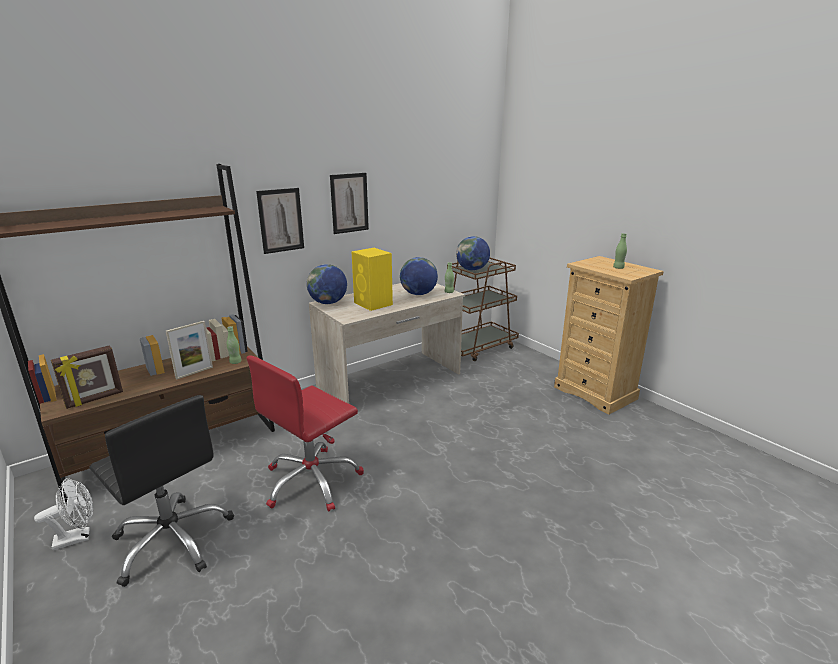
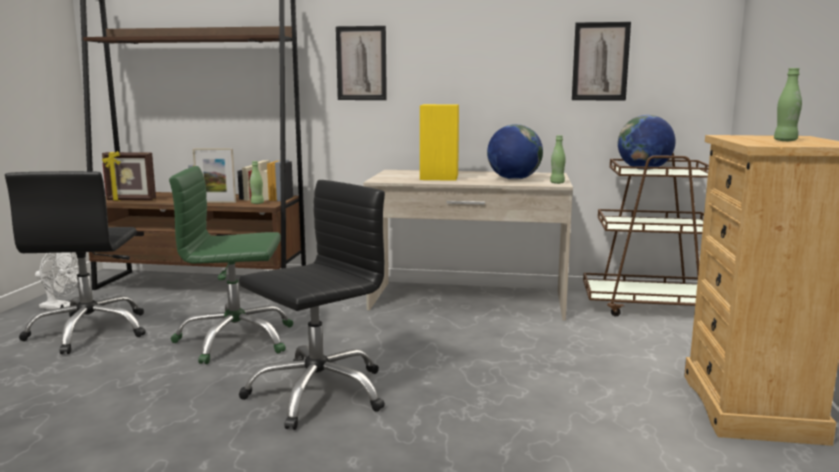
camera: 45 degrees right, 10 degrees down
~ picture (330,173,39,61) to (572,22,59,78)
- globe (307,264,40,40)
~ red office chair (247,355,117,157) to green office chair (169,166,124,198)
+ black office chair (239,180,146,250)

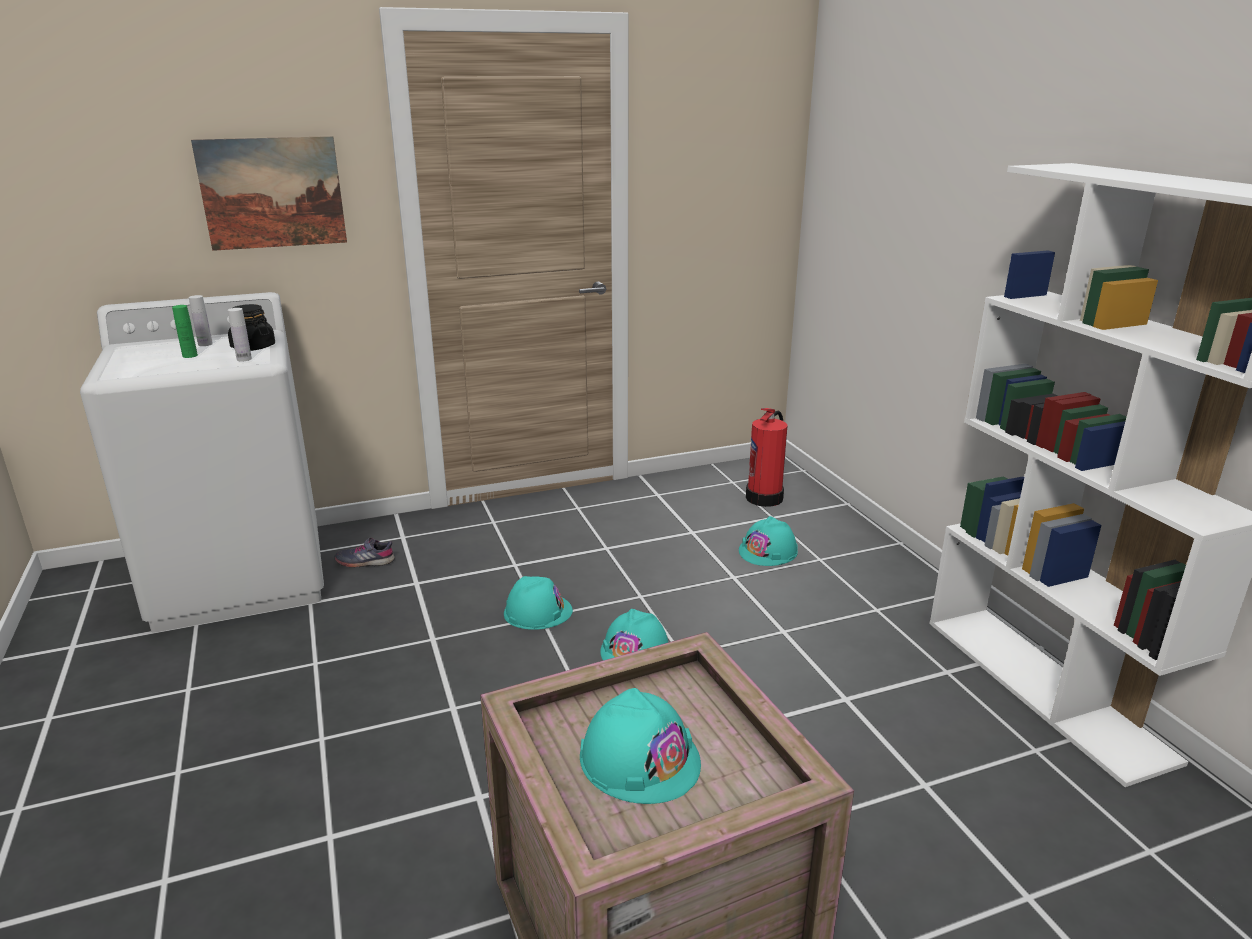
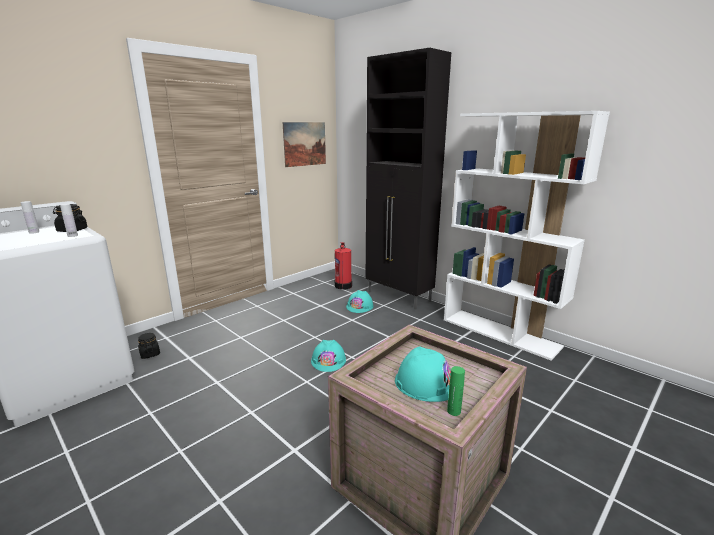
camera: 25 degrees left, 5 degrees down
~ picture (191,136,156,115) to (283,122,43,45)
~ green bottle (172,305,26,53) to (447,366,18,50)
~ grey shoe (334,537,61,30) to black jar (138,333,22,26)
- turquoise hard hat (504,576,69,54)
+ black cabinet (366,48,85,262)

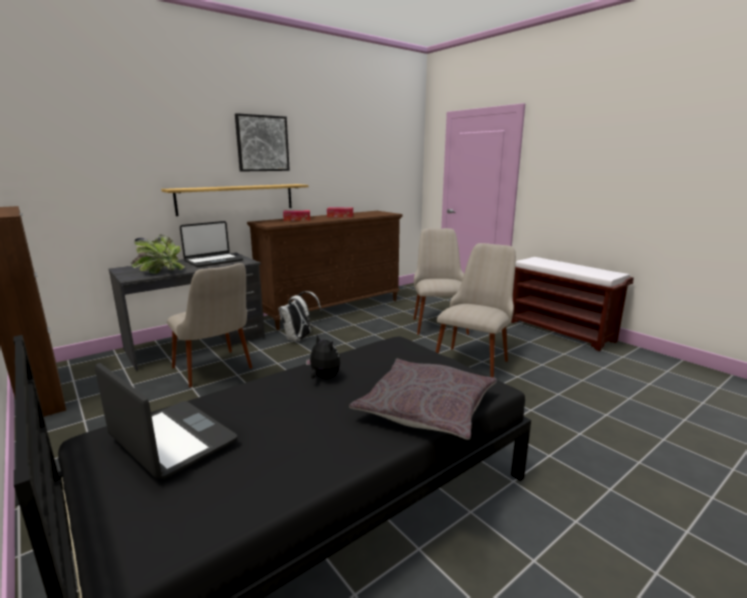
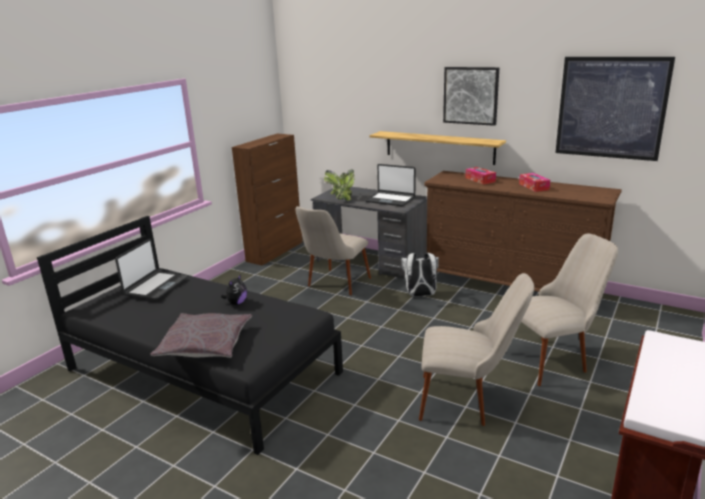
camera: 70 degrees right, 5 degrees up
+ picture (555,57,120,104)

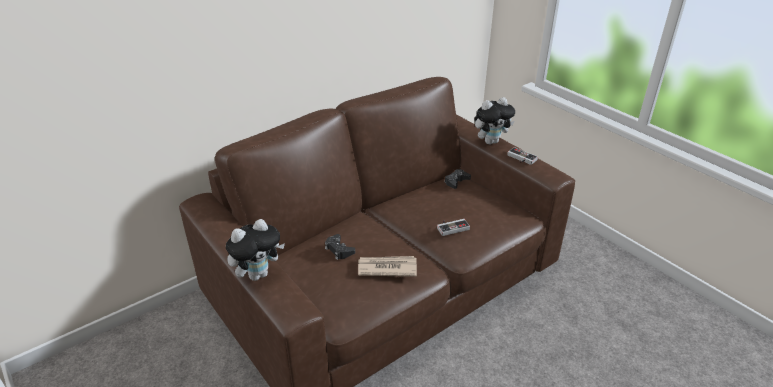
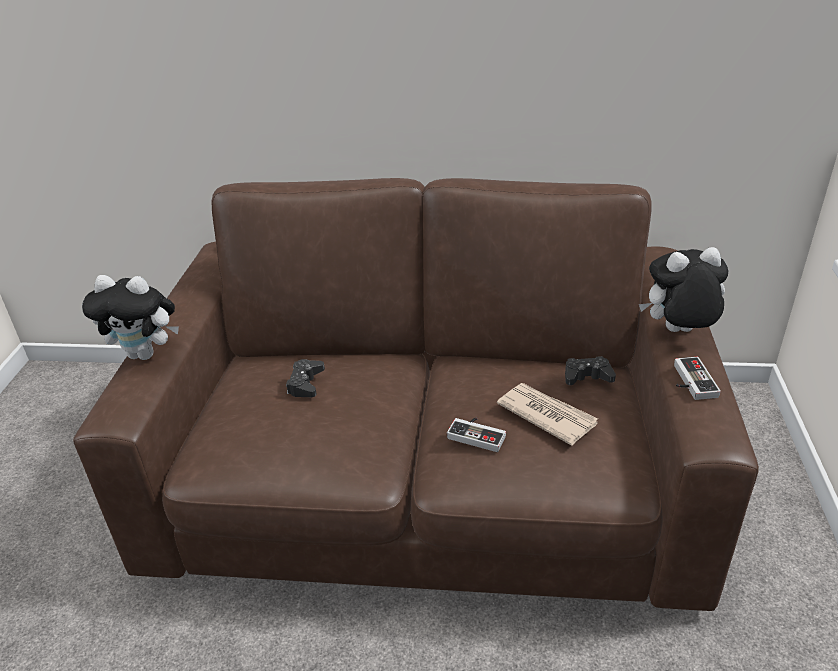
camera: 45 degrees right, 0 degrees up
~ plush toy (474,97,41,48) = (639,247,90,85) 150 degrees clockwise
~ newspaper (358,256,59,21) to (497,383,101,63)

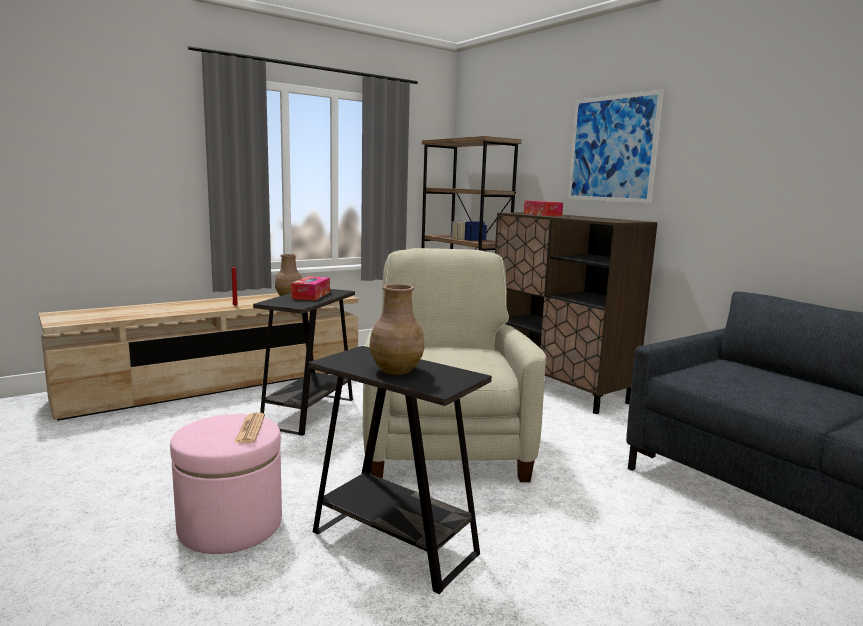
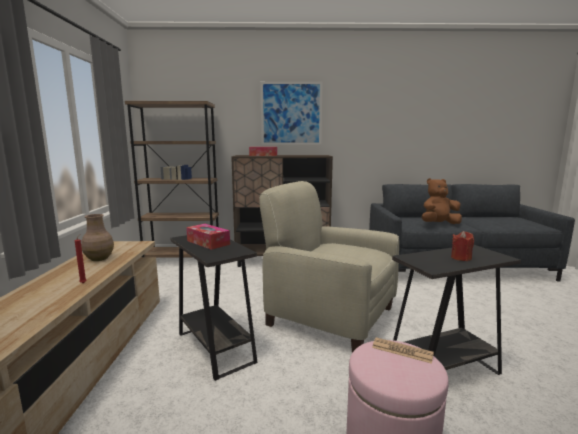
camera: 55 degrees left, 0 degrees up
~ brown vase (369,284,55,91) to red candle (451,231,23,30)
+ brown plush toy (422,178,40,46)

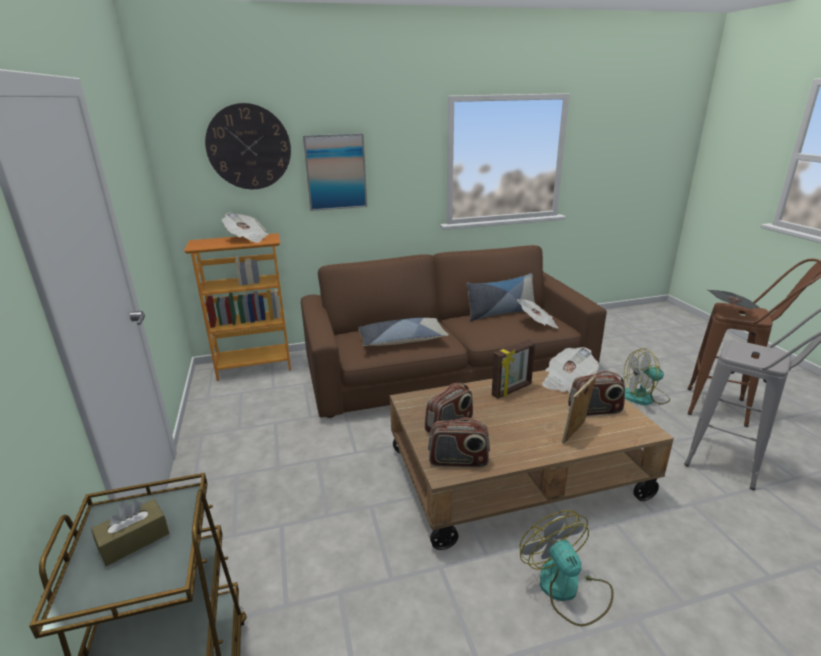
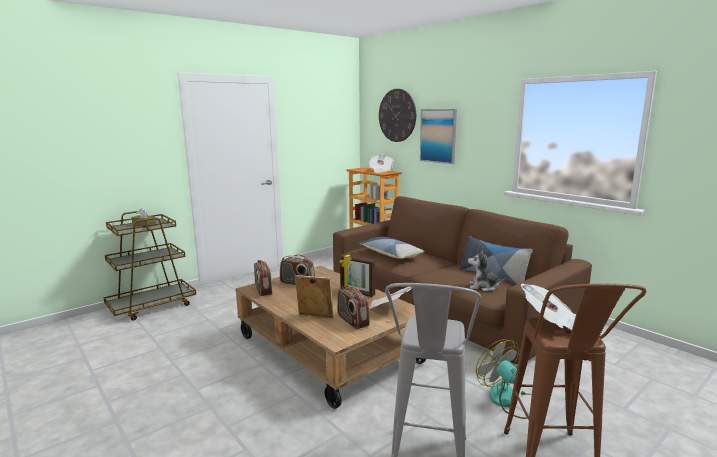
camera: 65 degrees right, 10 degrees down
~ newspaper (517,299,41,29) to plush toy (468,251,38,40)
- fan (520,510,94,117)

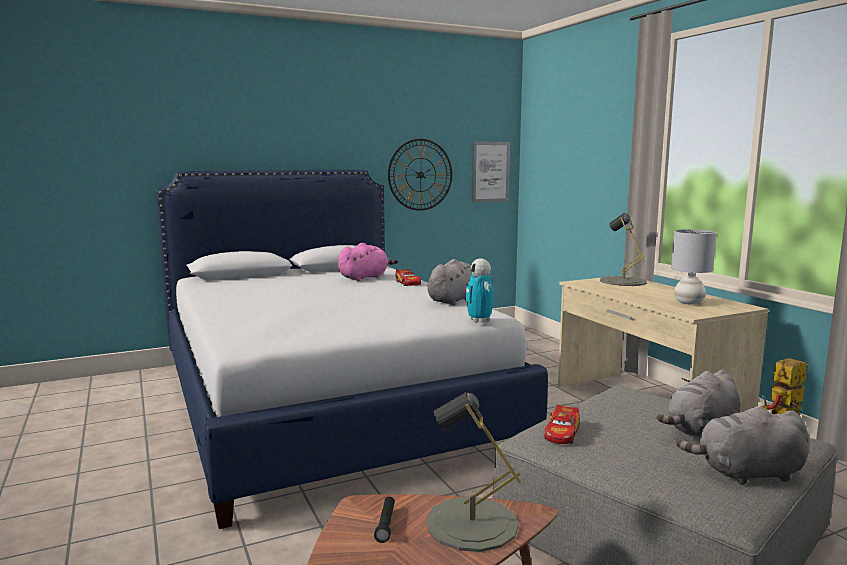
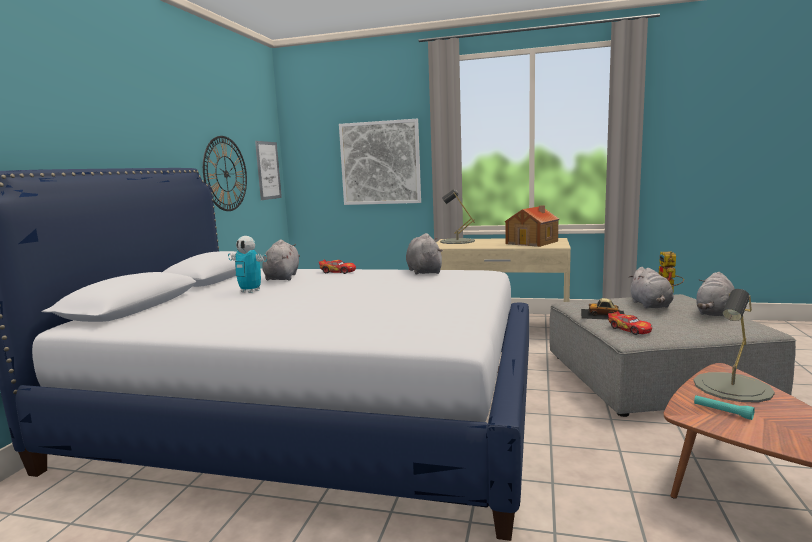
camera: 50 degrees left, 0 degrees up
~ grey table lamp (671,229,46,76) to toy house (505,205,54,42)
~ pink plush toy (338,243,60,38) to grey plush toy (262,239,38,42)
~ toy robot (465,258,28,65) to (228,236,39,57)
~ black flashlight (374,497,21,46) to turquoise flashlight (694,395,61,25)
+ picture (339,119,82,86)
+ toy car (581,298,43,22)

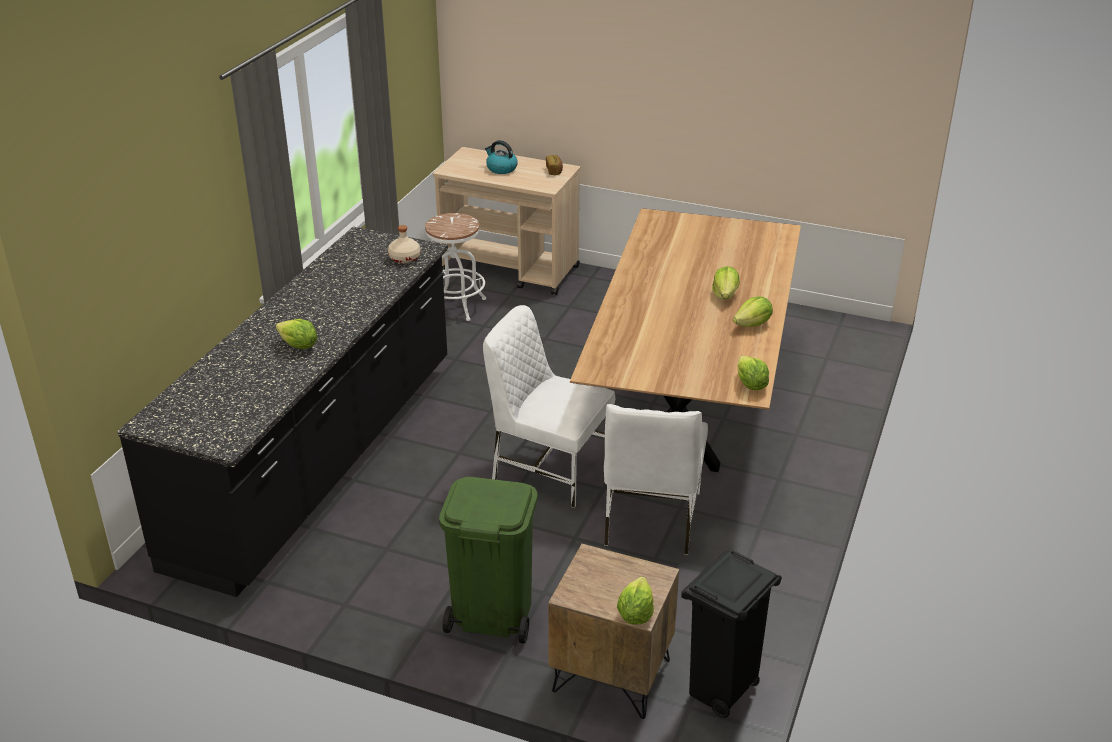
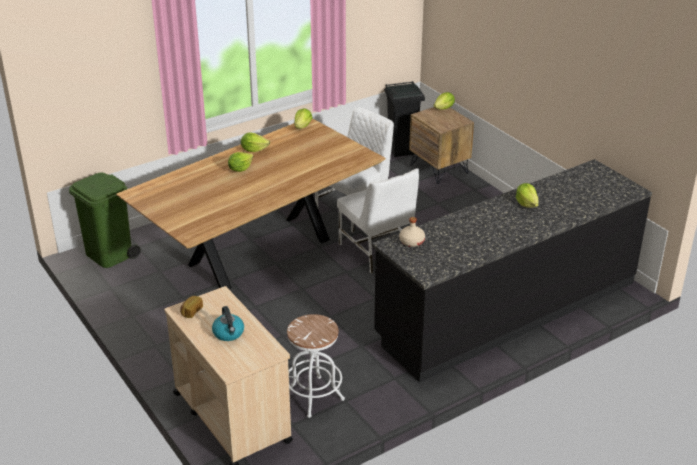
camera: 145 degrees left, 0 degrees up
~ green trash can (439,477,98,166) to (69,172,72,96)

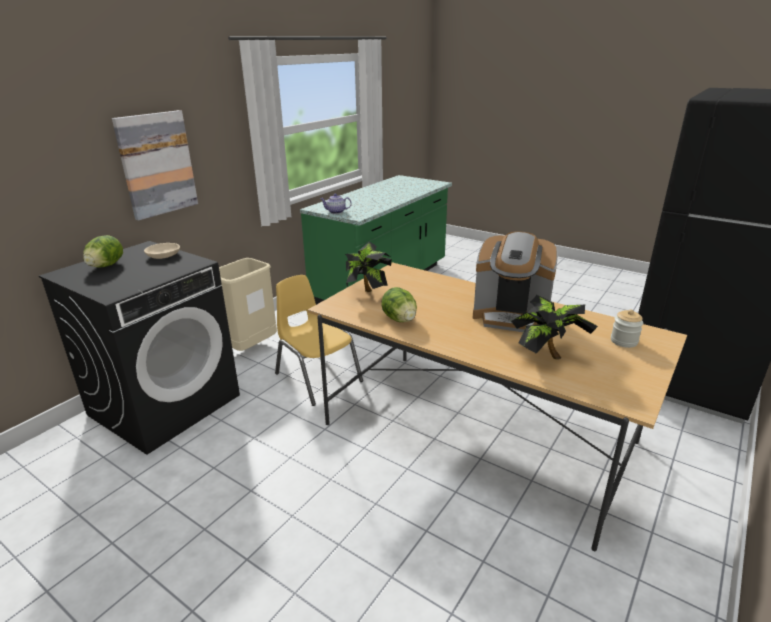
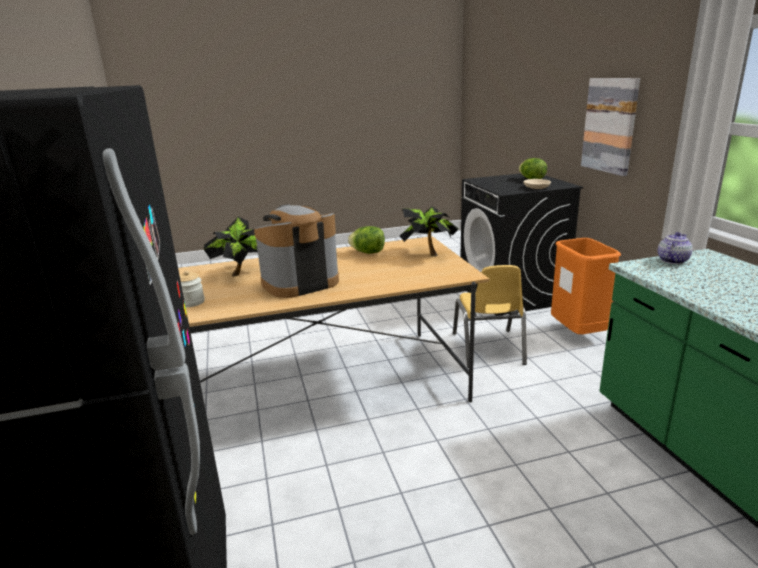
camera: 130 degrees right, 5 degrees down
~ beige trash can (219,258,58,93) to orange trash can (551,238,70,96)
~ yellow chair (275,275,88,131) = (453,265,74,103) 90 degrees clockwise

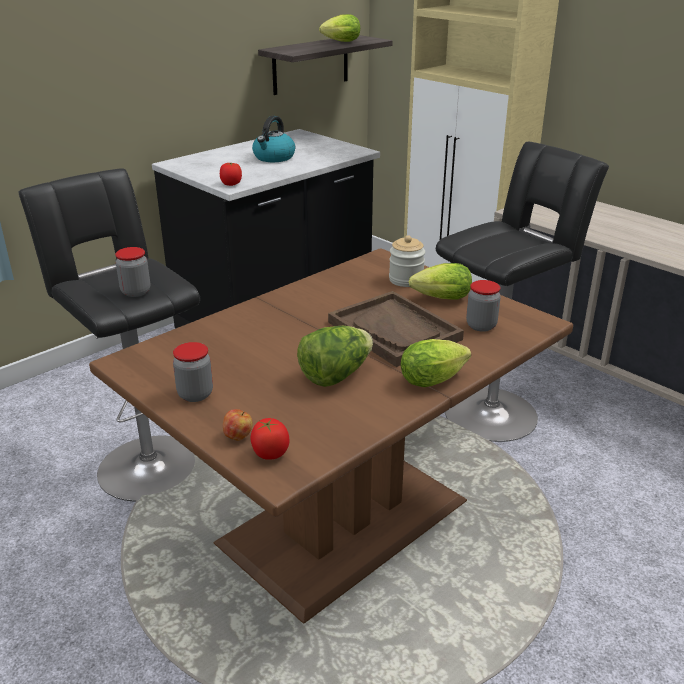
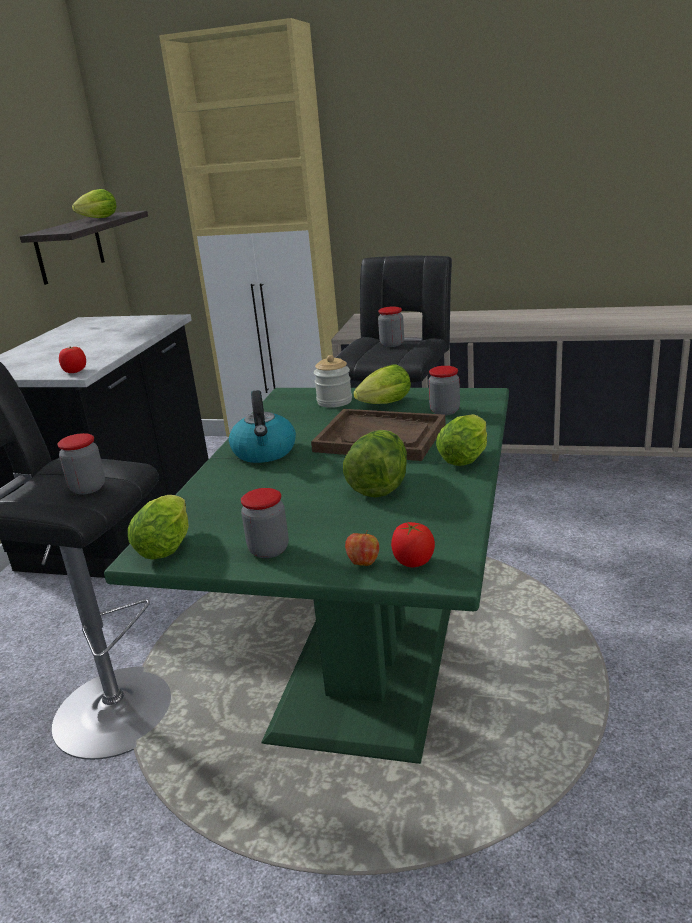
camera: 30 degrees left, 5 degrees down
~ kettle (252,116,43,46) to (229,390,67,73)
~ brown dining table (89,248,484,376) to green dining table (104,388,405,376)
+ jar (378,306,26,41)
+ lettuce (128,495,61,65)

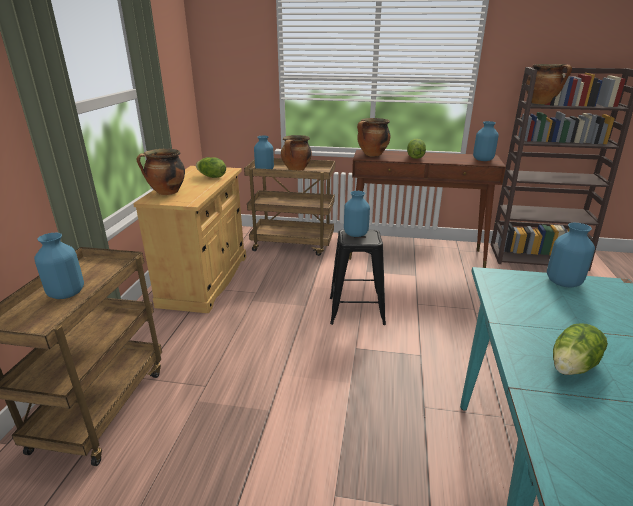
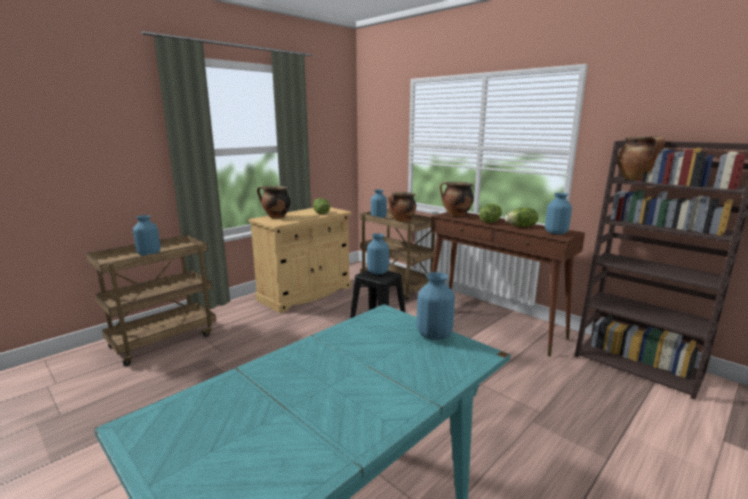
camera: 35 degrees right, 10 degrees down
~ lettuce (553,324,55,51) to (505,208,34,19)

